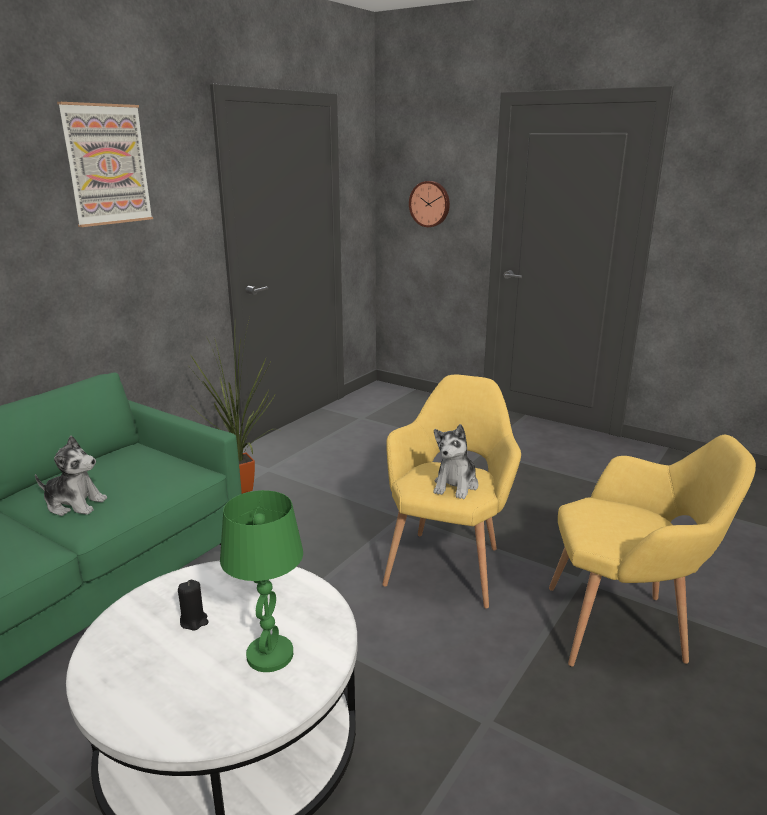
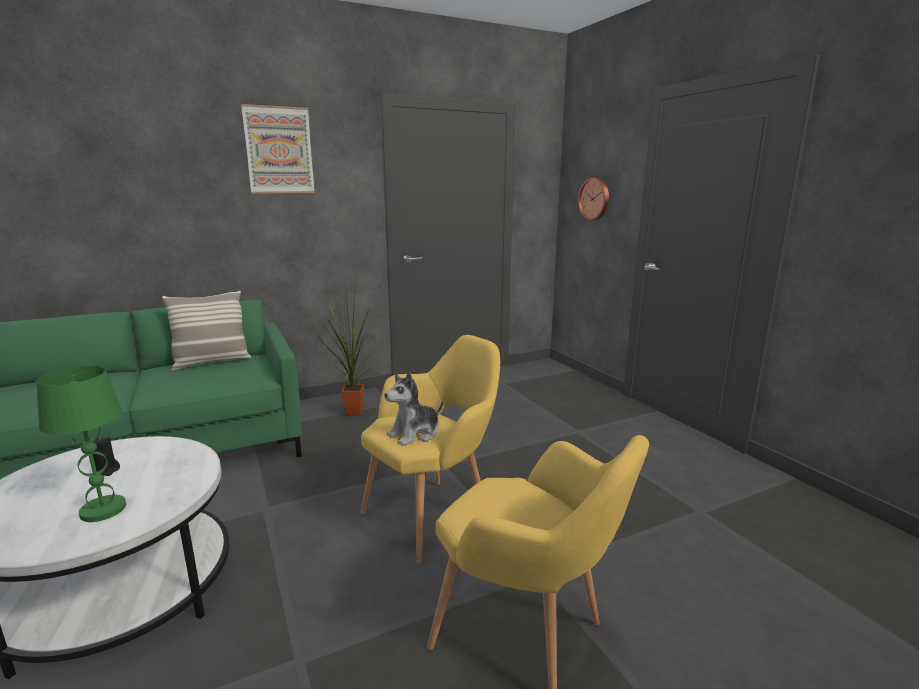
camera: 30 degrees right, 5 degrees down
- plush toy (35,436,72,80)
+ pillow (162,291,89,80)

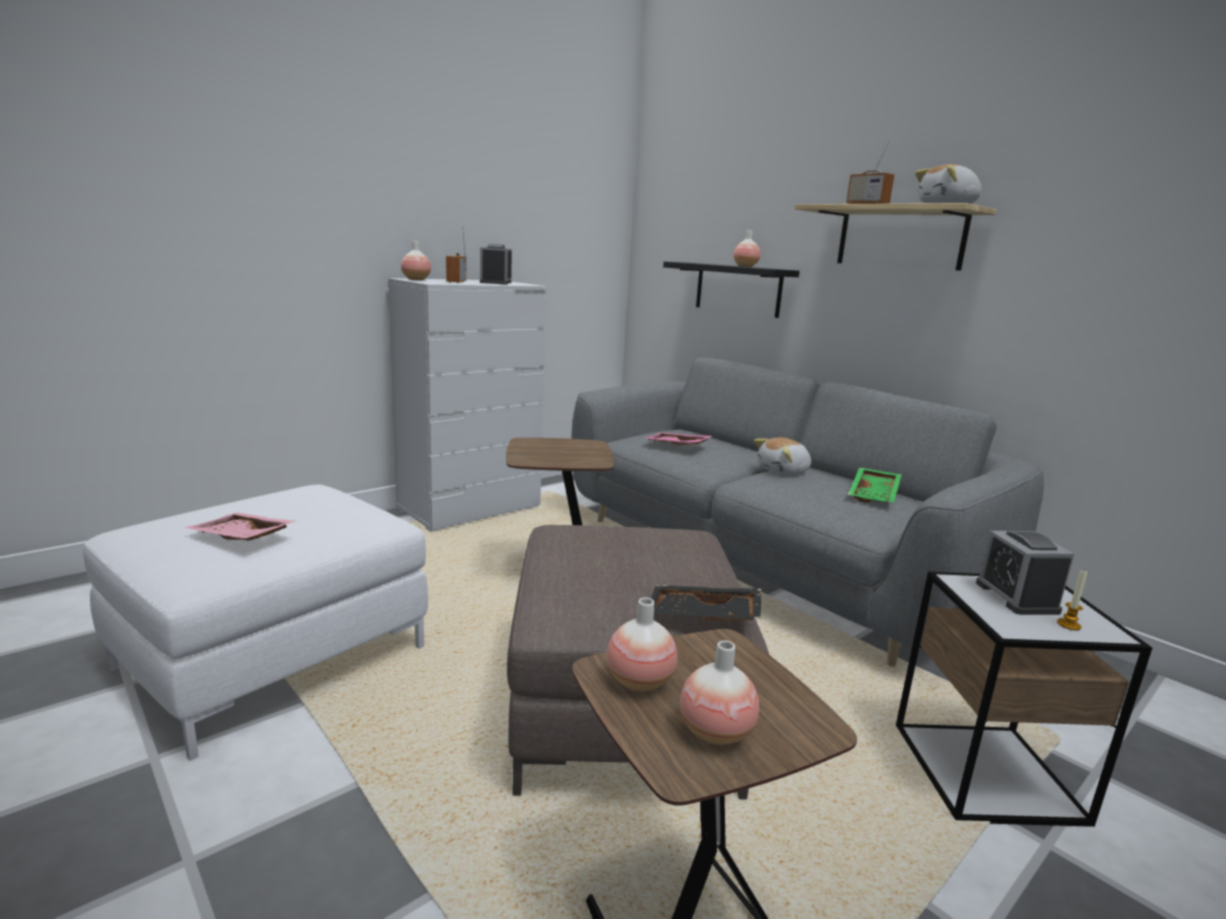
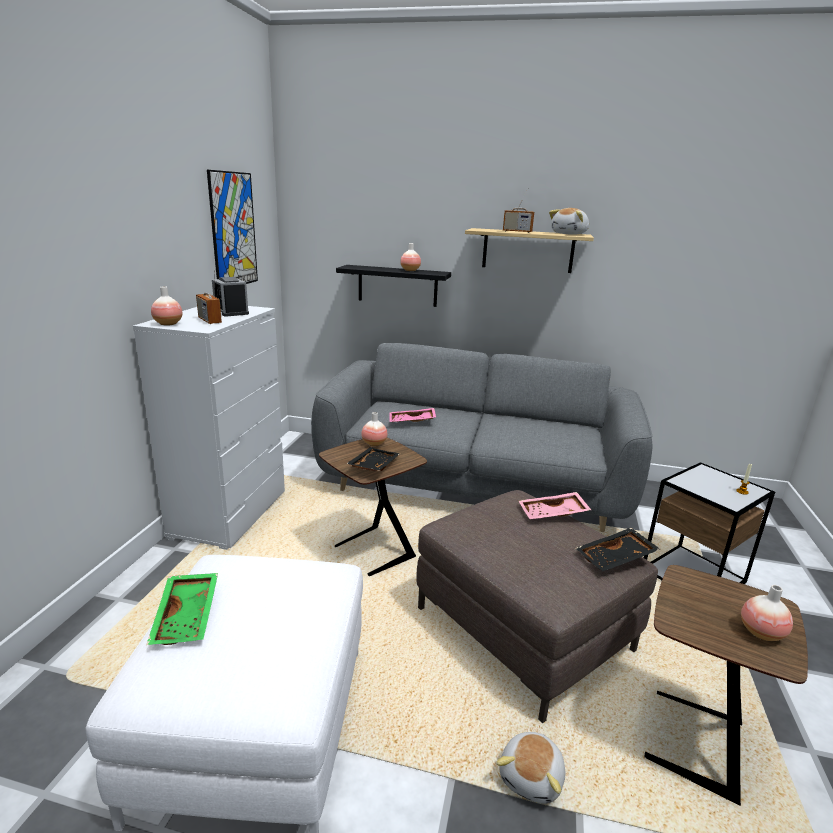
camera: 35 degrees left, 5 degrees up
~ plush toy (754,438,57,37) to (496,732,69,72)
~ green tray (848,468,54,35) to (146,573,72,72)
~ pink tray (185,513,110,28) to (519,492,72,27)
- alarm clock (976,531,98,84)
~ vase (606,598,72,94) to (361,412,27,34)
+ picture (207,170,51,114)
+ black tray (346,447,54,24)

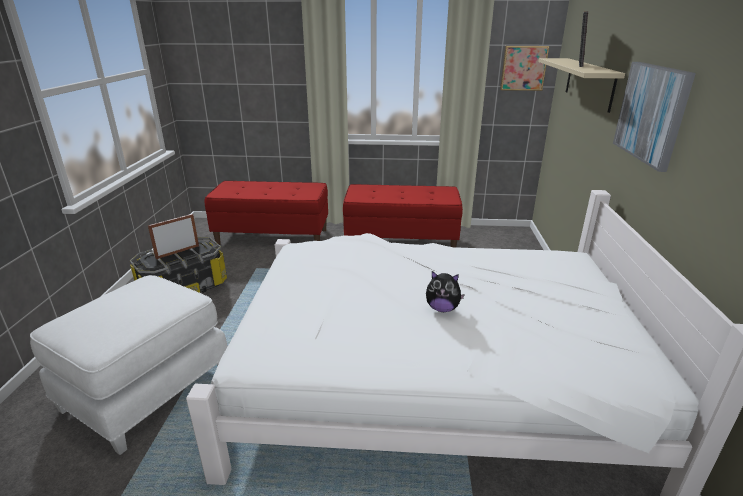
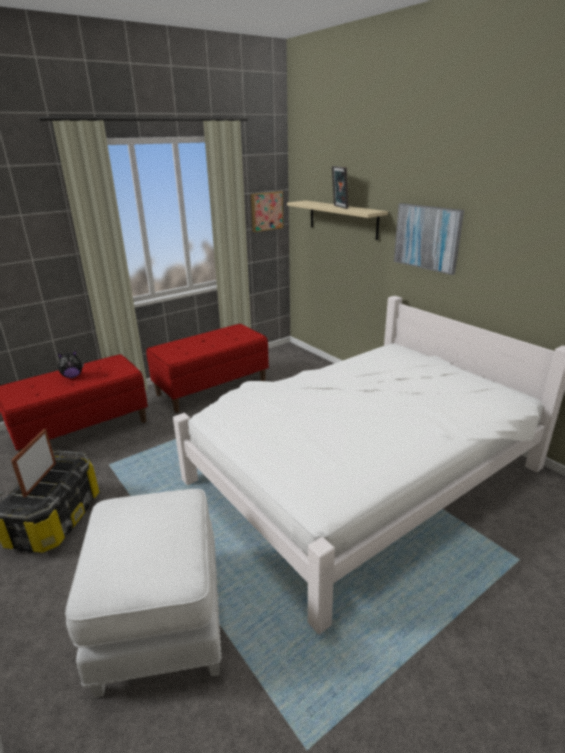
camera: 40 degrees left, 0 degrees up
~ plush toy (426,271,39,41) to (58,350,26,28)

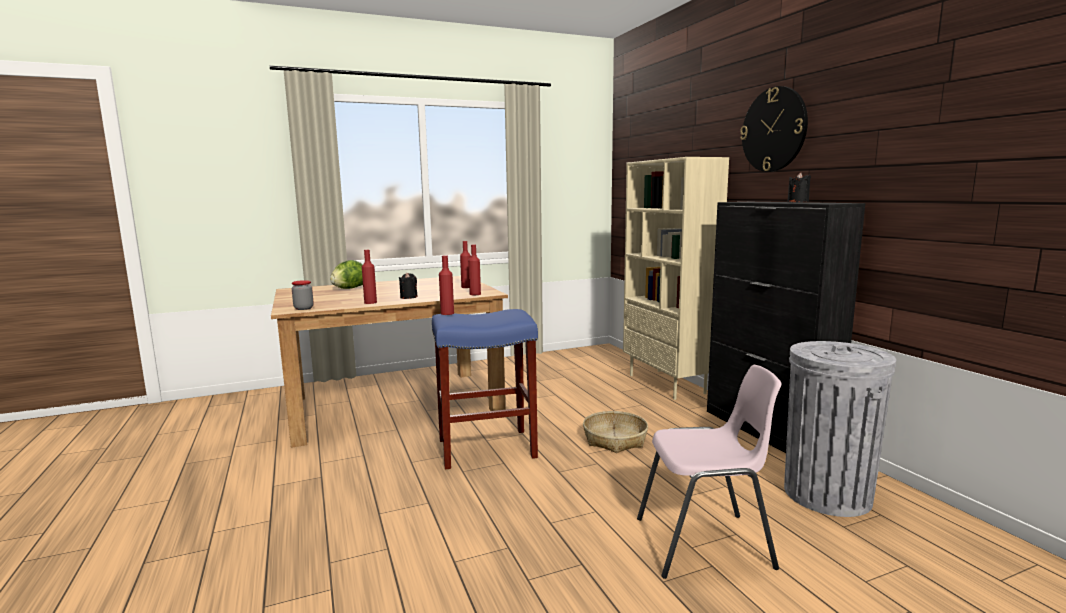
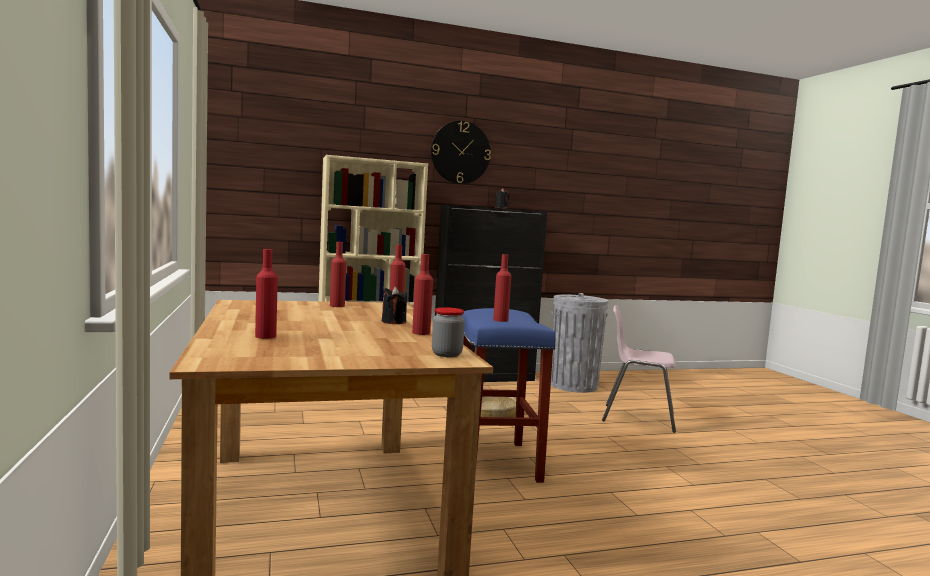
camera: 85 degrees left, 5 degrees down
~ lettuce (330,260,33,29) to red bottle (255,249,23,90)
~ pink chair (637,365,144,214) = (602,305,74,128) 75 degrees counterclockwise

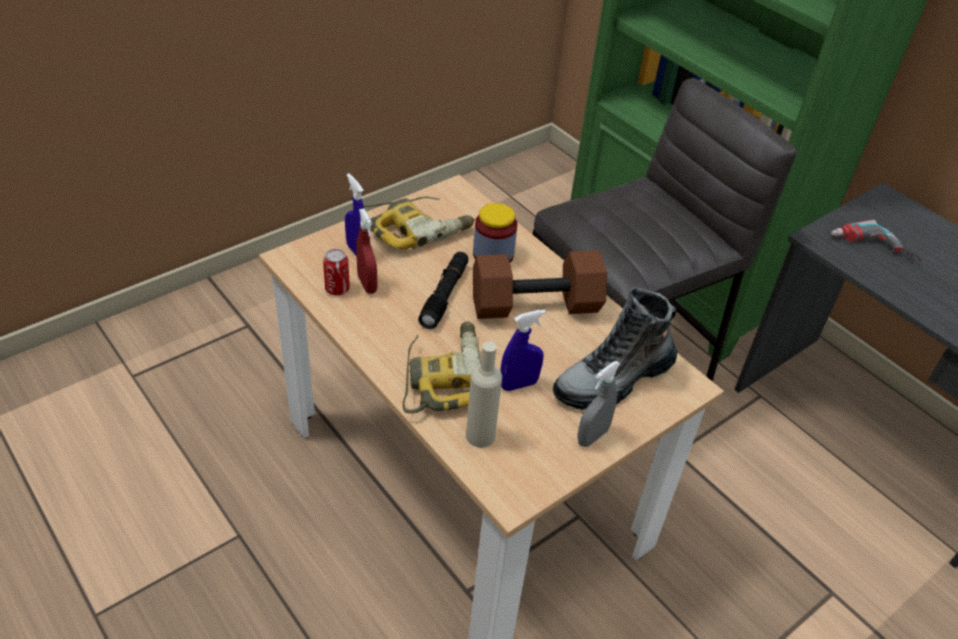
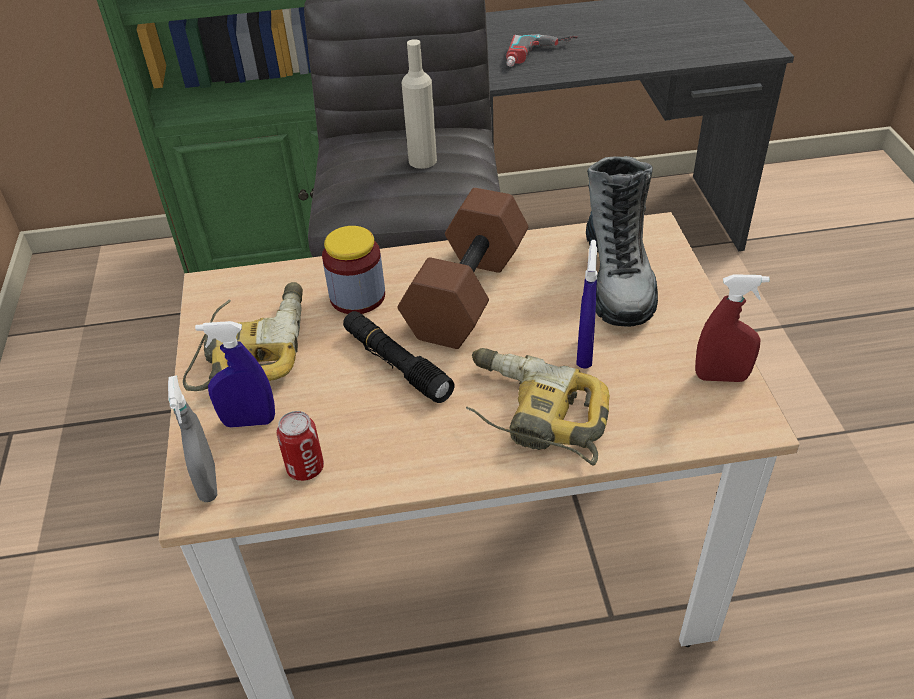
camera: 55 degrees left, 0 degrees up
~ red spray bottle (356,208,21,86) to (695,274,74,108)
~ beige bottle (466,342,36,106) to (402,39,35,130)
~ grey spray bottle (577,361,43,86) to (168,375,49,127)

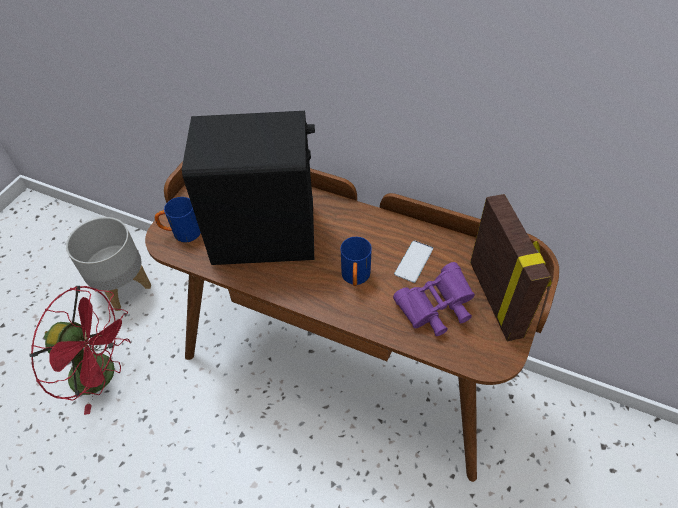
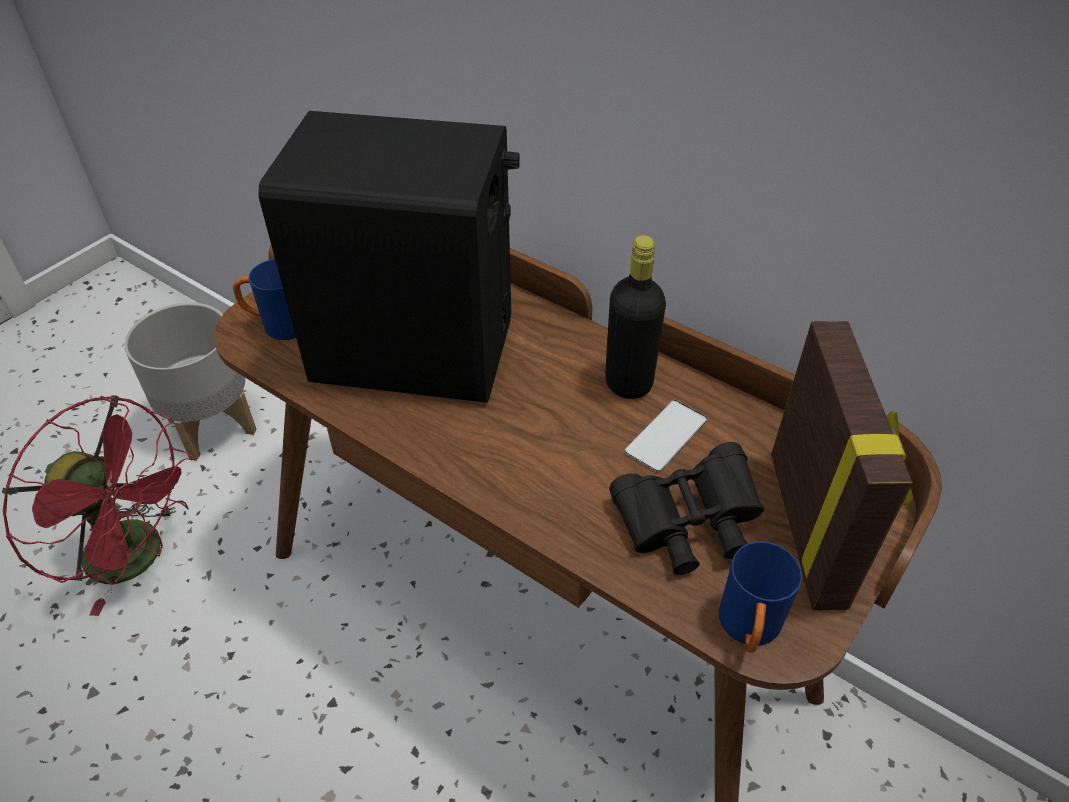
camera: 10 degrees right, 5 degrees down
~ blue mug (341,237,31,49) to (719,541,83,112)
~ purple binoculars (393,262,82,74) to black binoculars (610,442,154,133)
+ black bottle (605,235,61,164)

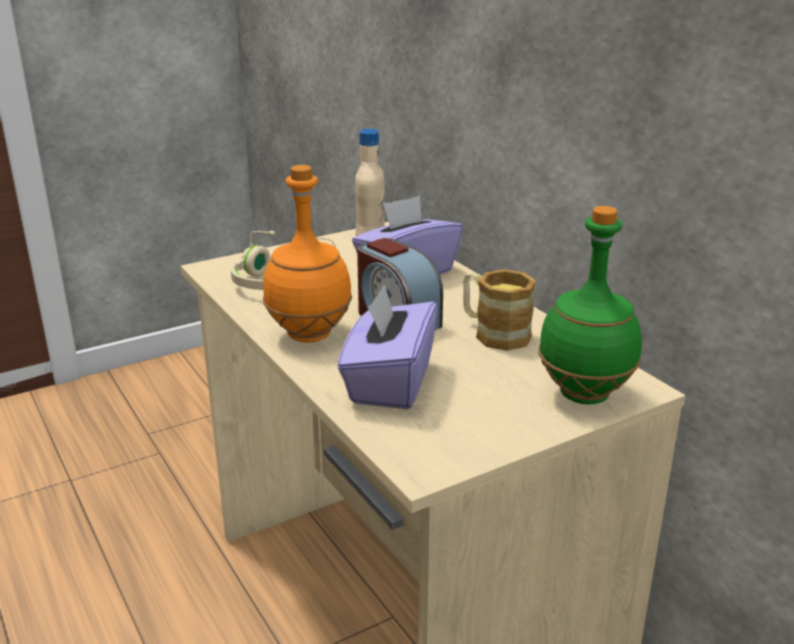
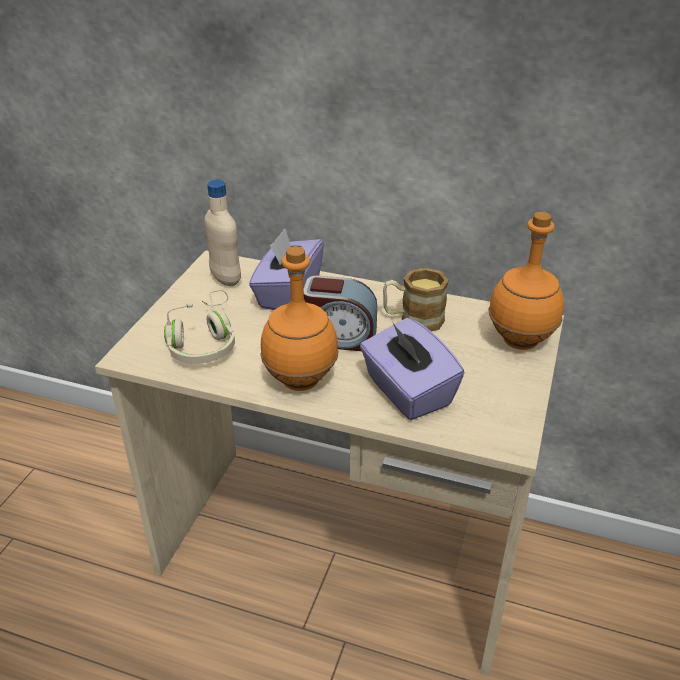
camera: 40 degrees left, 10 degrees up
~ green bottle (538,206,104,198) to orange bottle (489,212,75,138)

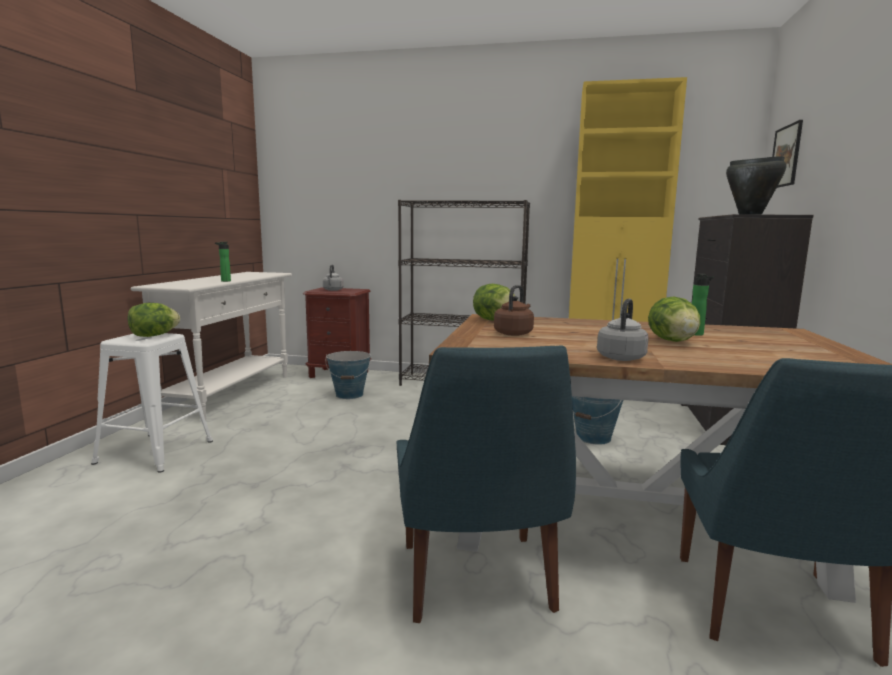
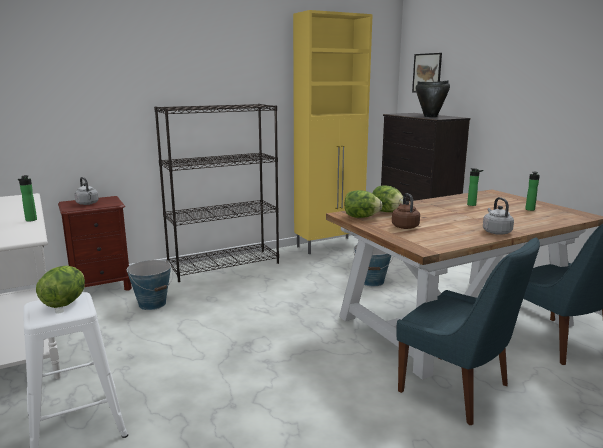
camera: 40 degrees left, 5 degrees up
~ lettuce (648,296,53,46) to (372,185,31,27)
+ bottle (525,172,15,39)

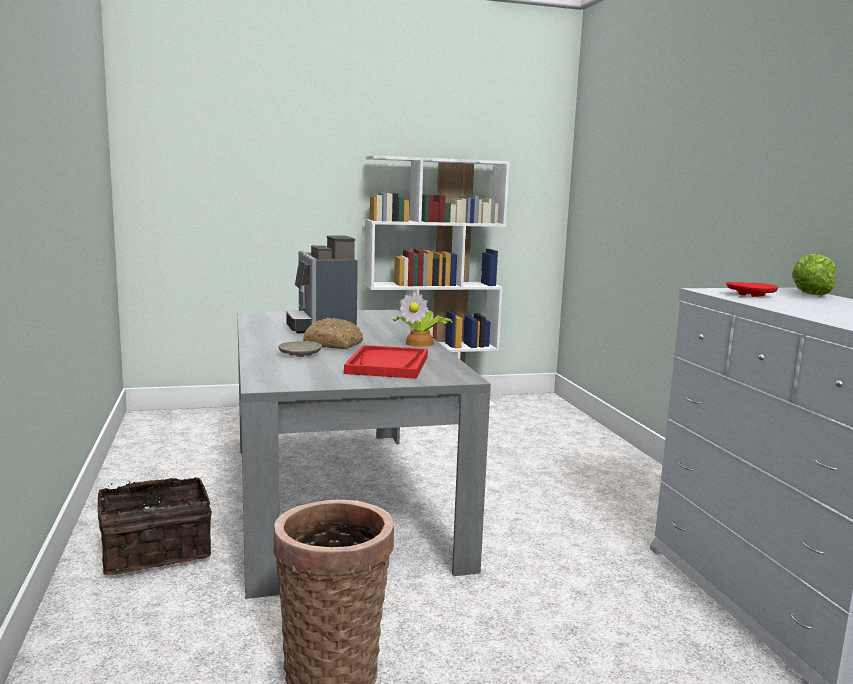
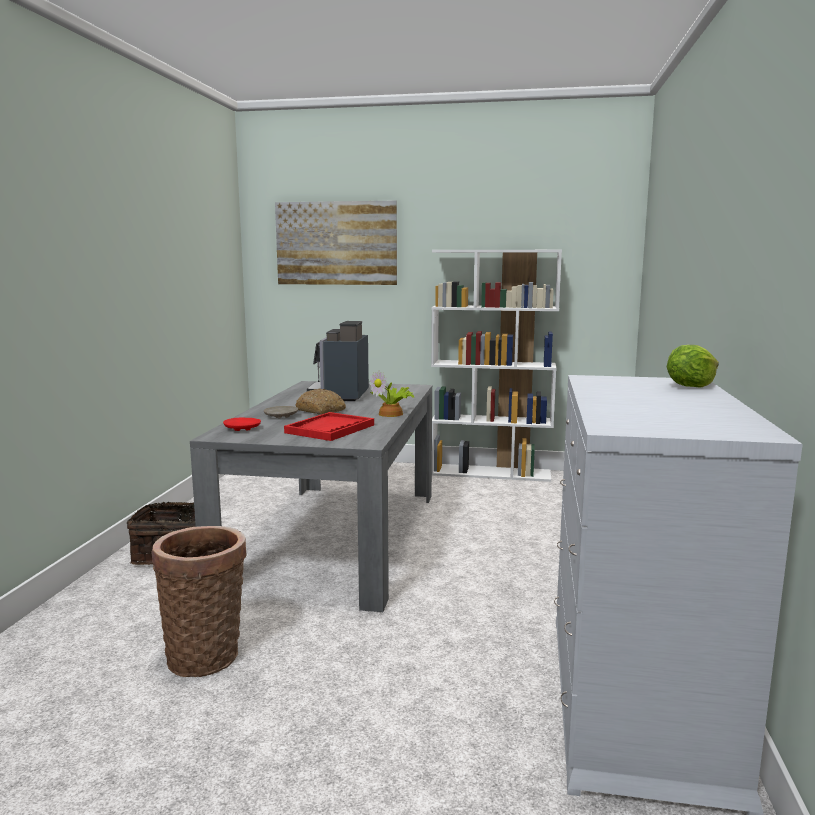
camera: 25 degrees right, 0 degrees up
~ red plate (726,282,52,15) to (223,418,38,13)
+ picture (275,201,122,84)

